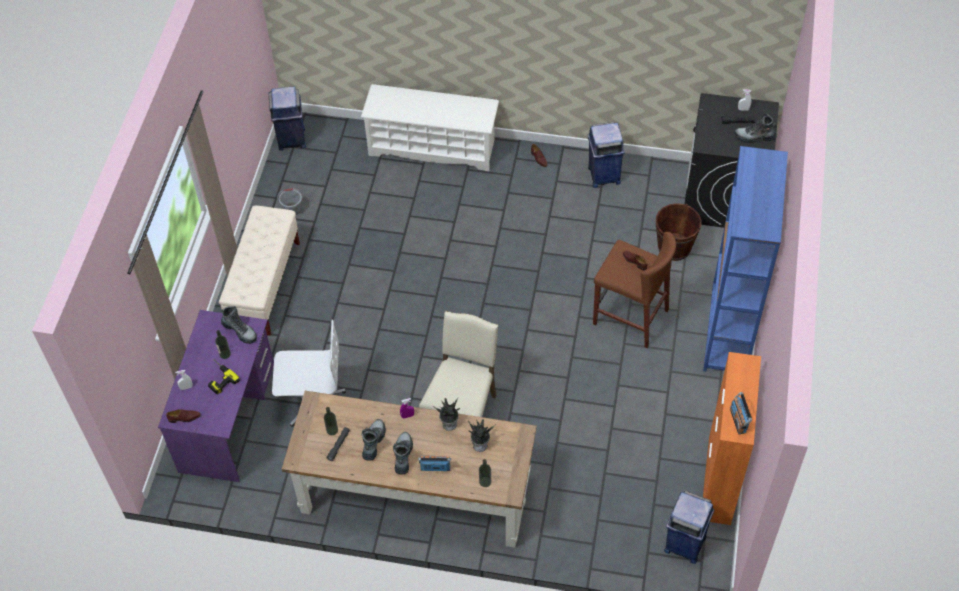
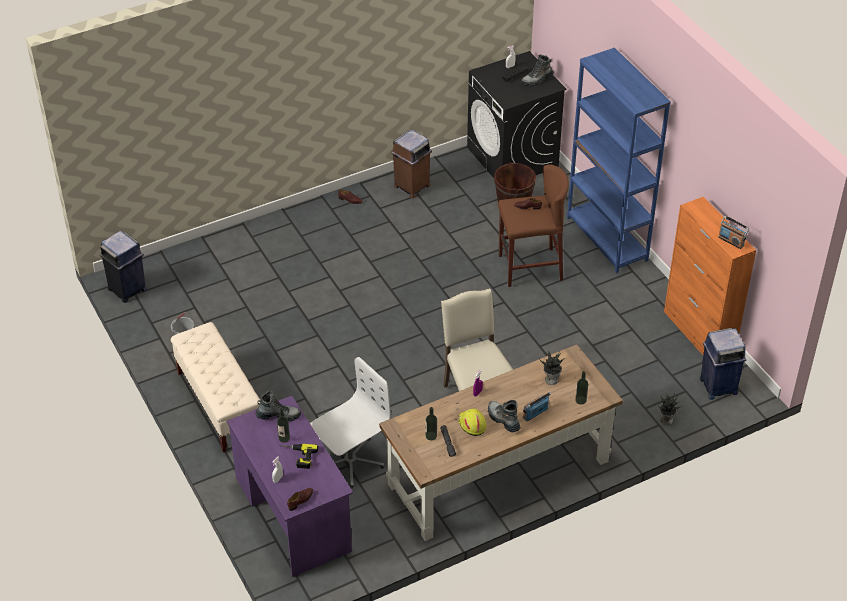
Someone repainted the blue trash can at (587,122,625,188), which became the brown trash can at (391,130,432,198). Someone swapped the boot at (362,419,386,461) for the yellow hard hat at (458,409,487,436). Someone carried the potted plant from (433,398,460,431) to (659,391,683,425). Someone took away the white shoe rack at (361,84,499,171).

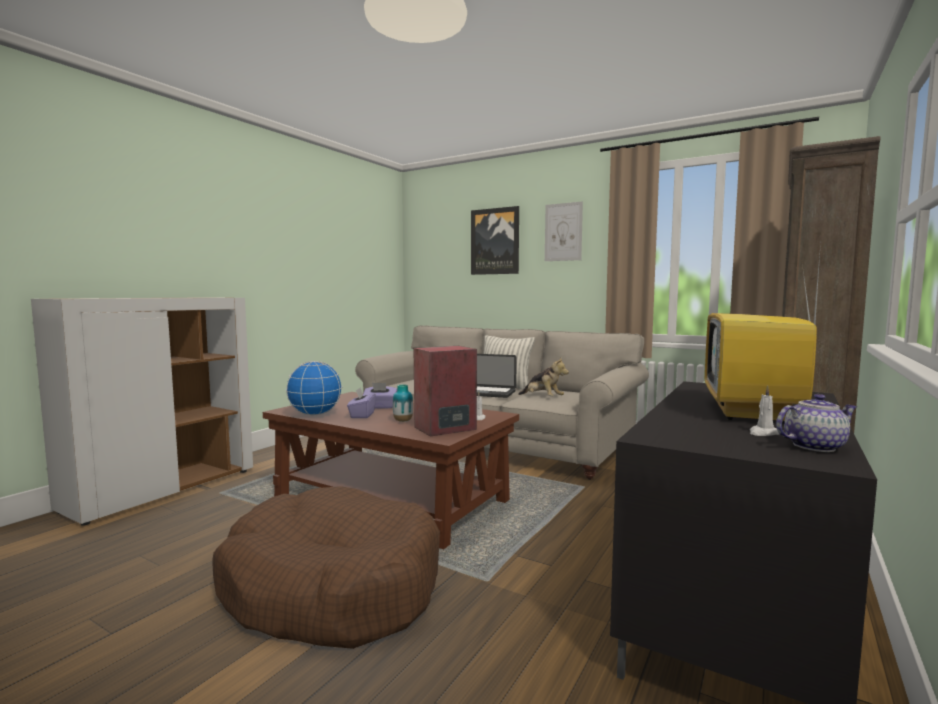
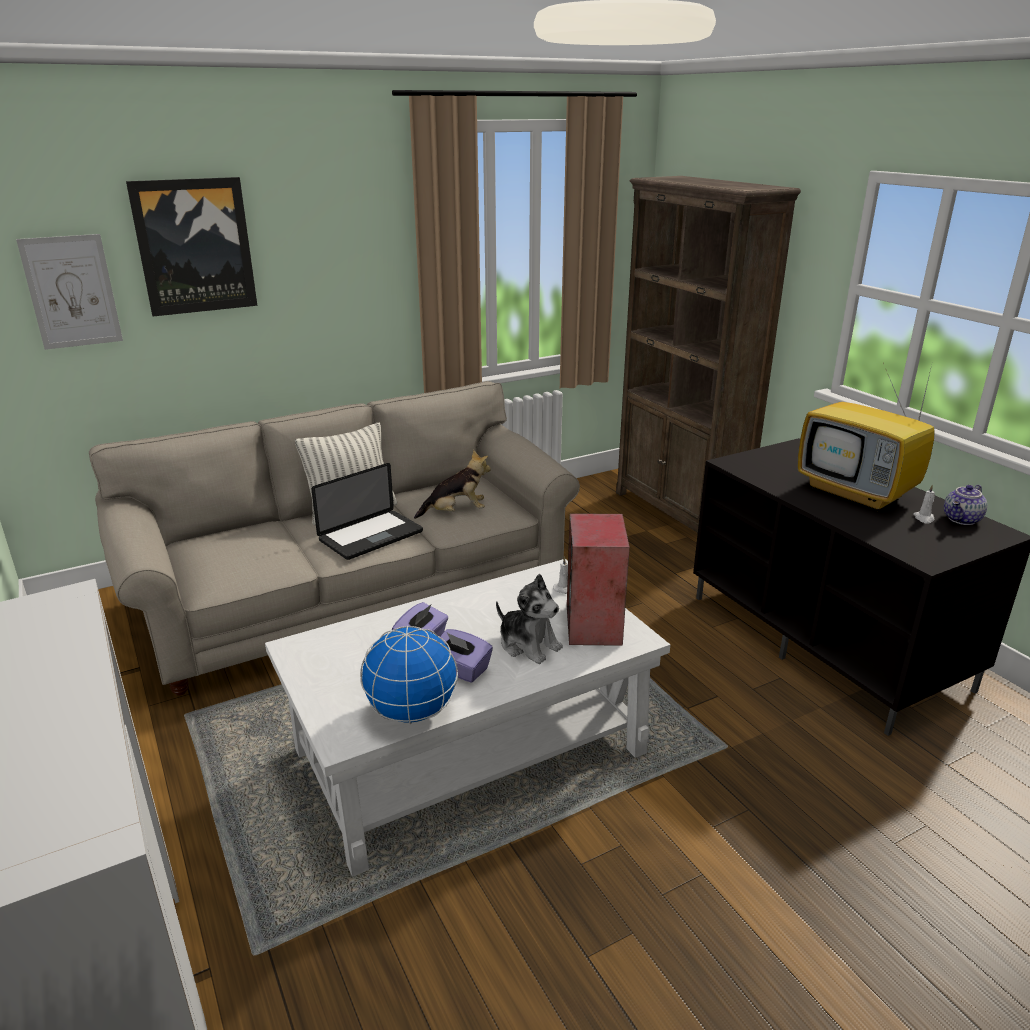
Someone carried the picture from (545,202,583,261) to (16,234,123,350). Someone repainted the brown coffee table at (263,392,519,549), which became the white coffee table at (265,559,670,877). Someone swapped the vase at (393,385,413,422) for the plush toy at (496,574,563,664). Someone rotated the teapot at (776,394,857,452) by 150 degrees counterclockwise. Someone took away the brown dog bed at (212,486,440,649).

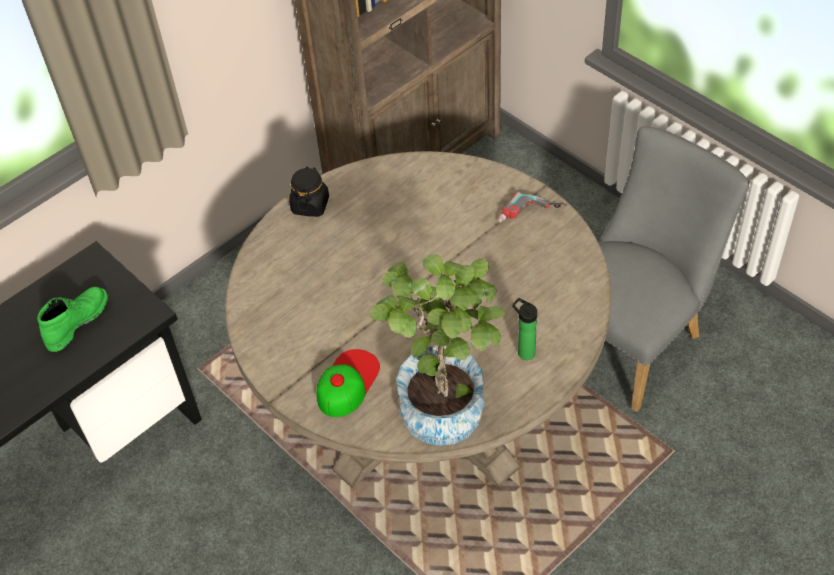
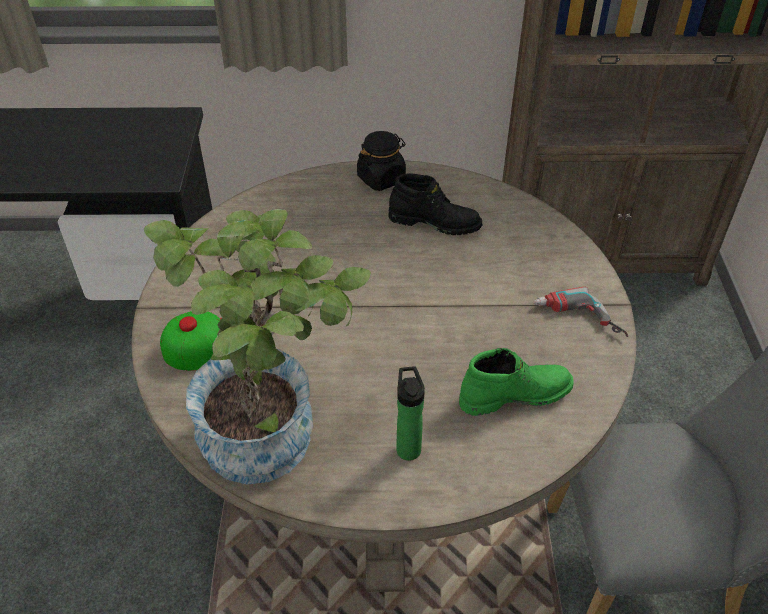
Someone put down the black boot at (388,174,482,235). Someone carried the green boot from (37,287,108,352) to (459,348,573,416).

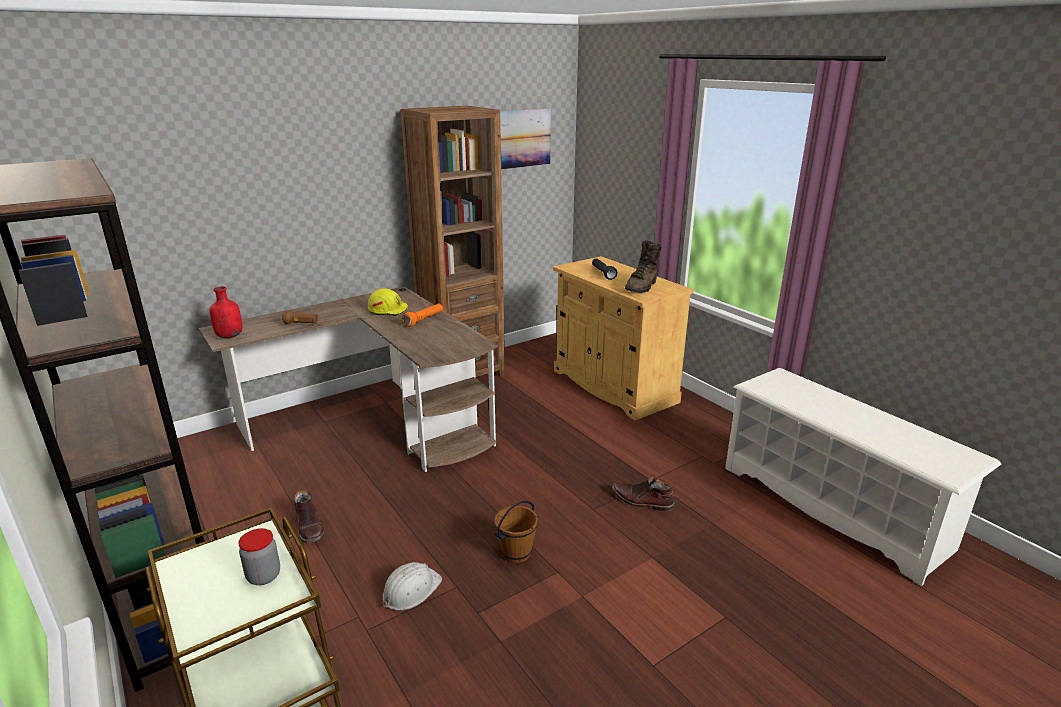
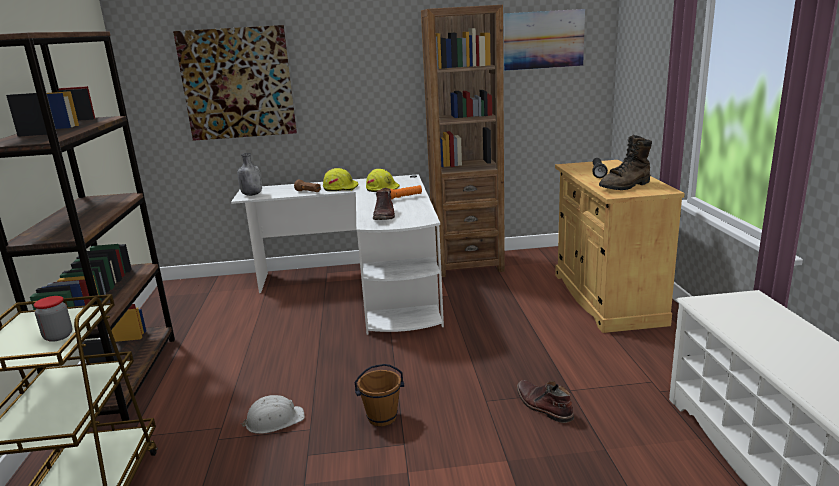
Someone put up the picture at (173,25,297,141). Someone repainted the brown desk at (199,286,498,472), which became the white desk at (231,174,444,335). Someone repainted the red bottle at (210,286,242,338), which became the grey bottle at (237,153,262,196). Someone put down the yellow hard hat at (323,168,358,191). Someone carried the brown boot from (294,489,325,543) to (373,188,395,220).

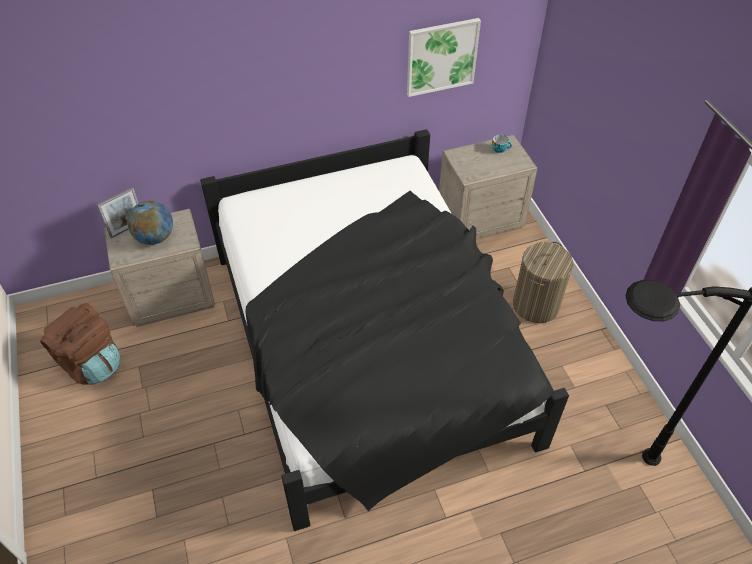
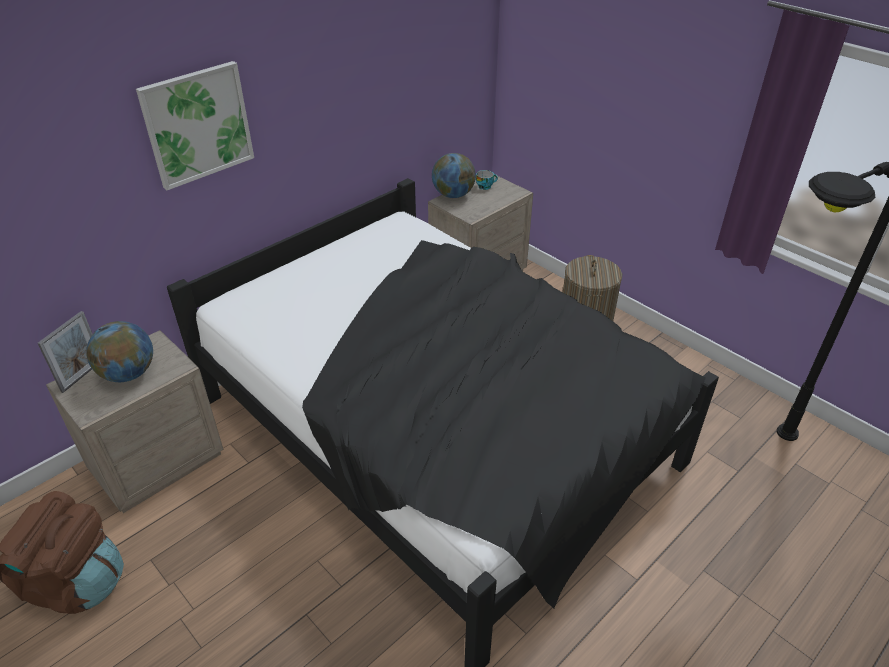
Someone carried the picture from (407,18,481,97) to (136,61,254,190). Someone put down the globe at (432,153,476,198).

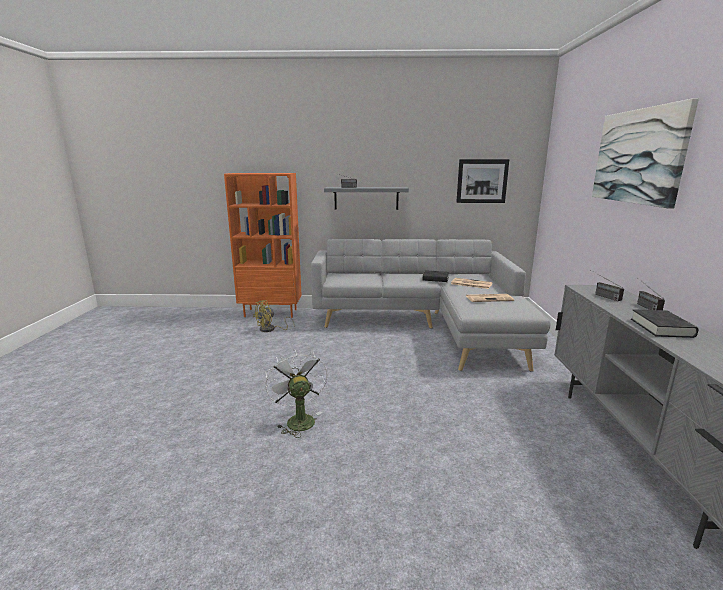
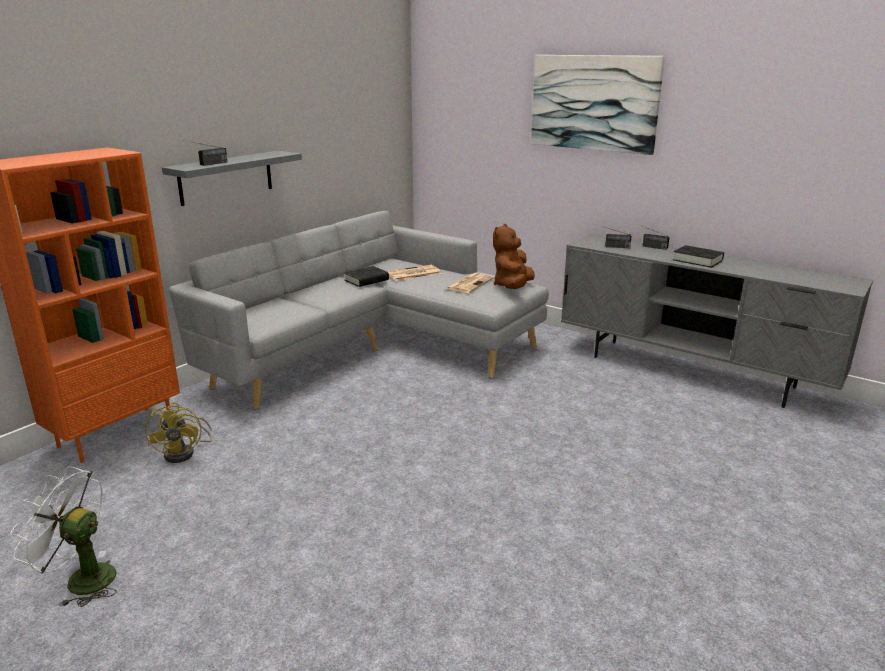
Someone carried the white fan from (265,350,328,438) to (11,466,117,607). Someone put down the brown plush toy at (493,224,535,289). Someone took away the picture at (456,159,509,203).

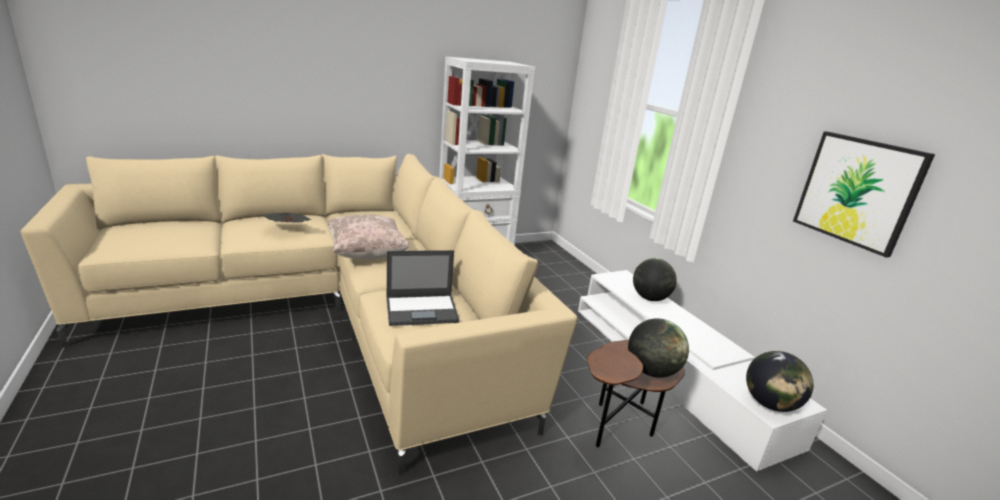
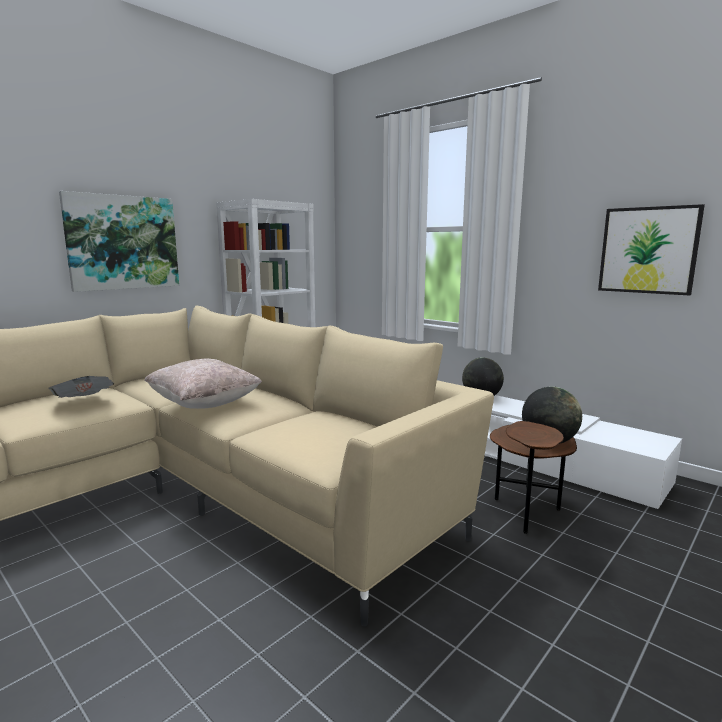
Someone put up the picture at (59,191,179,292). Someone took away the laptop at (387,250,460,326). Someone took away the globe at (746,351,814,412).

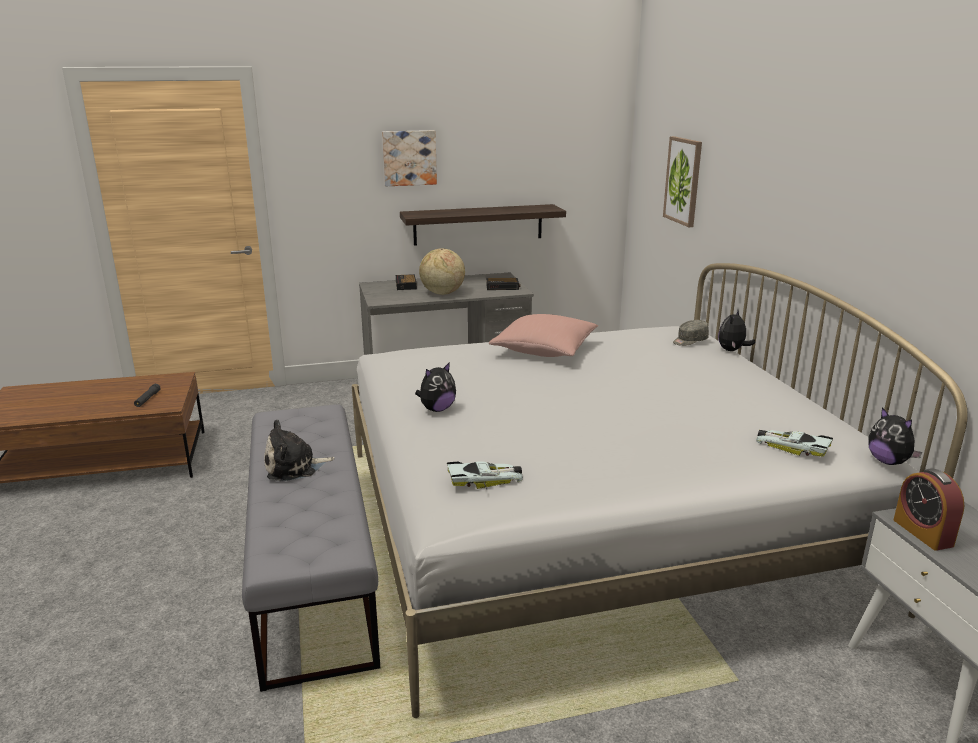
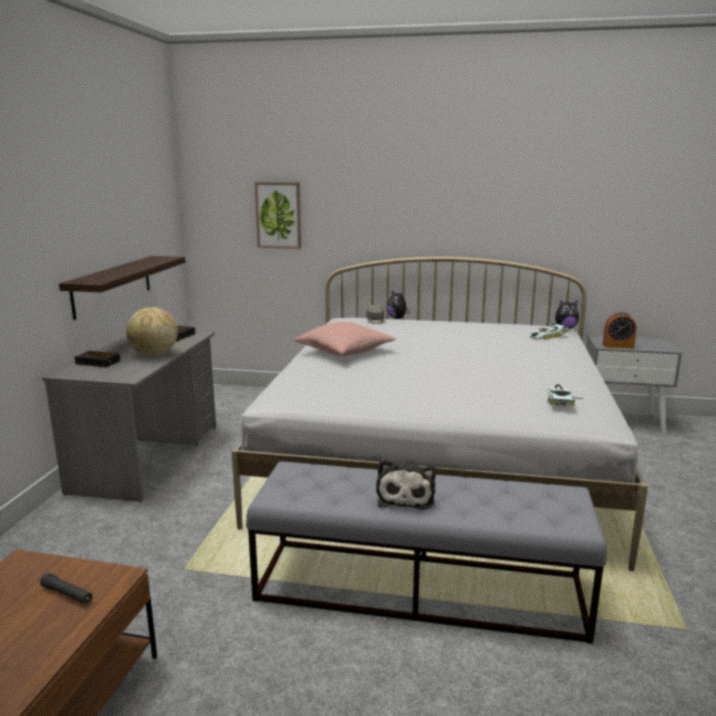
Someone took away the picture at (382,130,437,186). Someone took away the plush toy at (415,362,456,412).

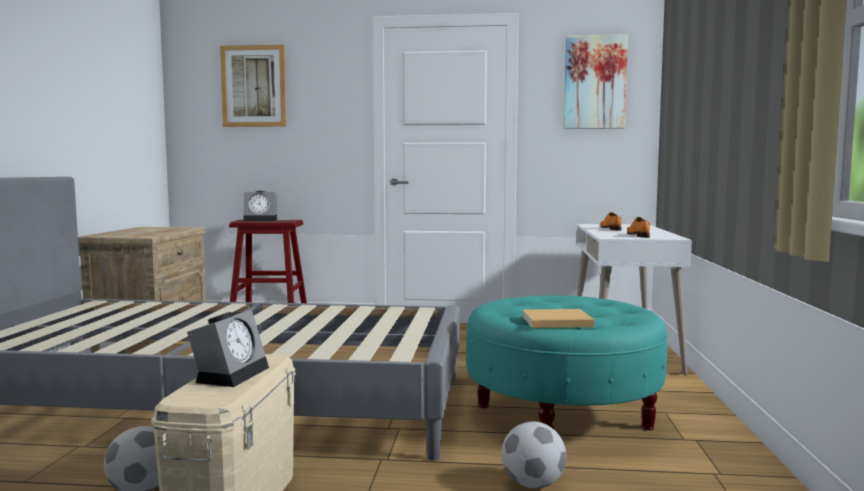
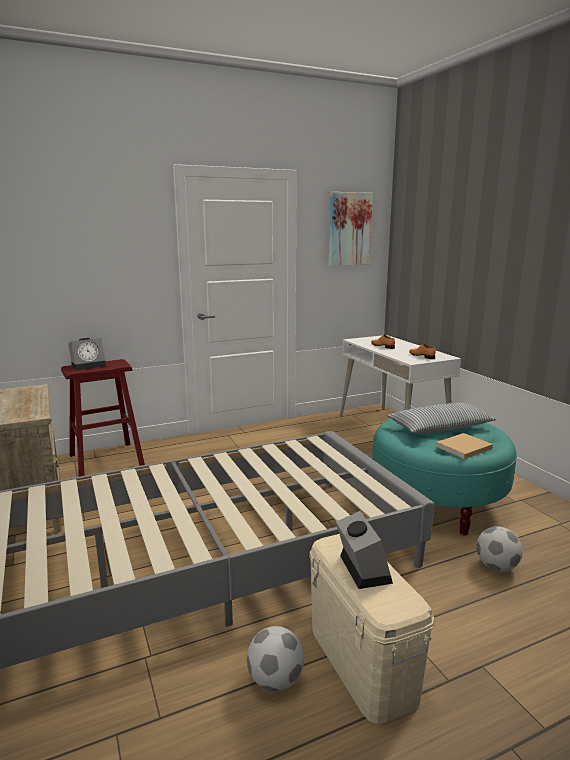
Someone put down the pillow at (386,403,497,433). Someone took away the picture at (220,45,287,127).

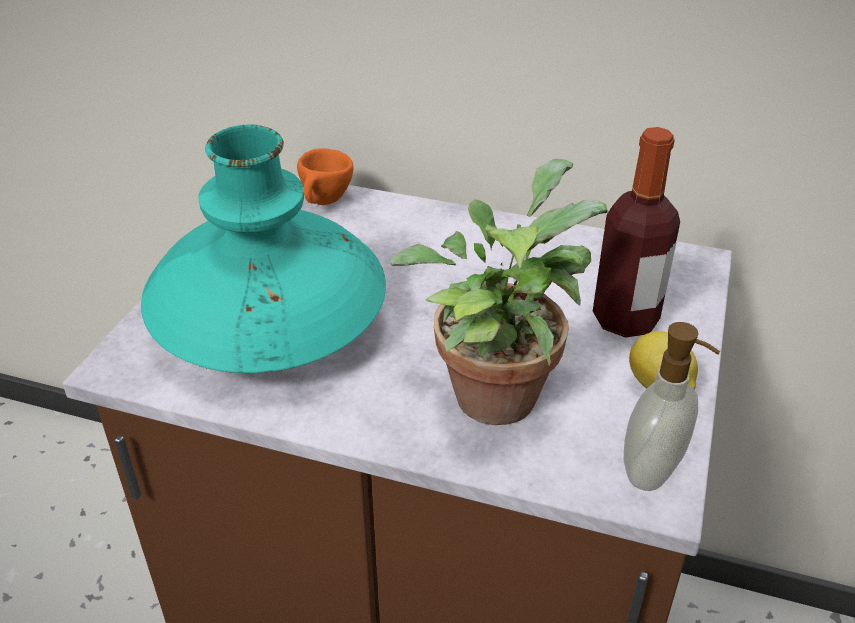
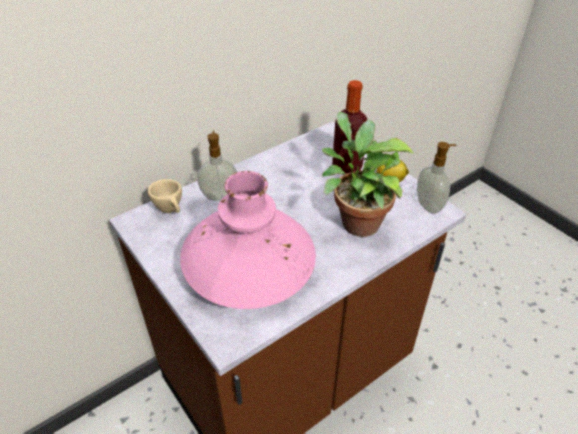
Someone repainted the orange cup at (297,148,353,205), which became the beige cup at (148,179,182,213). Someone repainted the turquoise vase at (141,125,386,373), which became the pink vase at (180,171,316,309). Someone put down the soap dispenser at (197,131,237,201).

